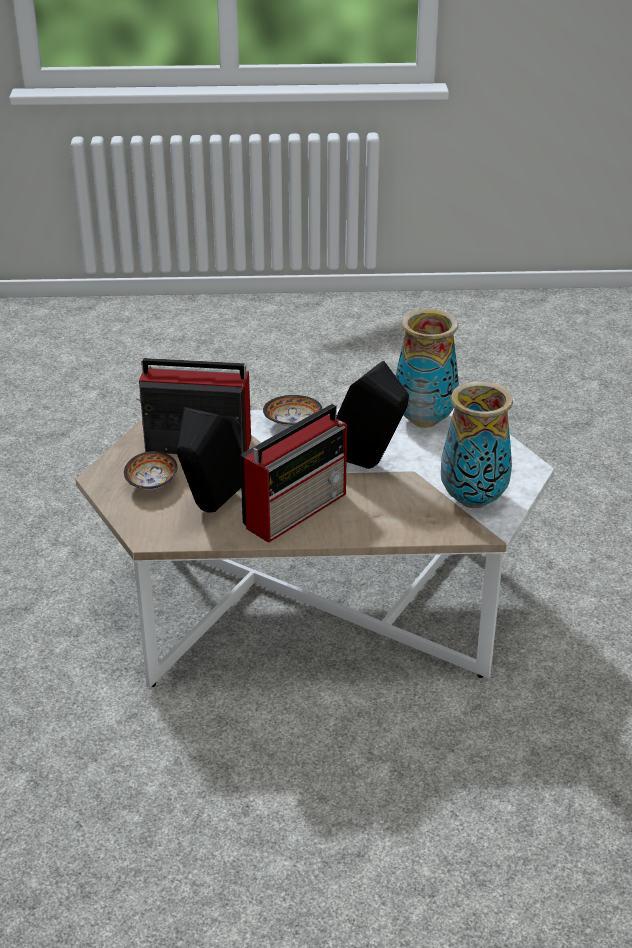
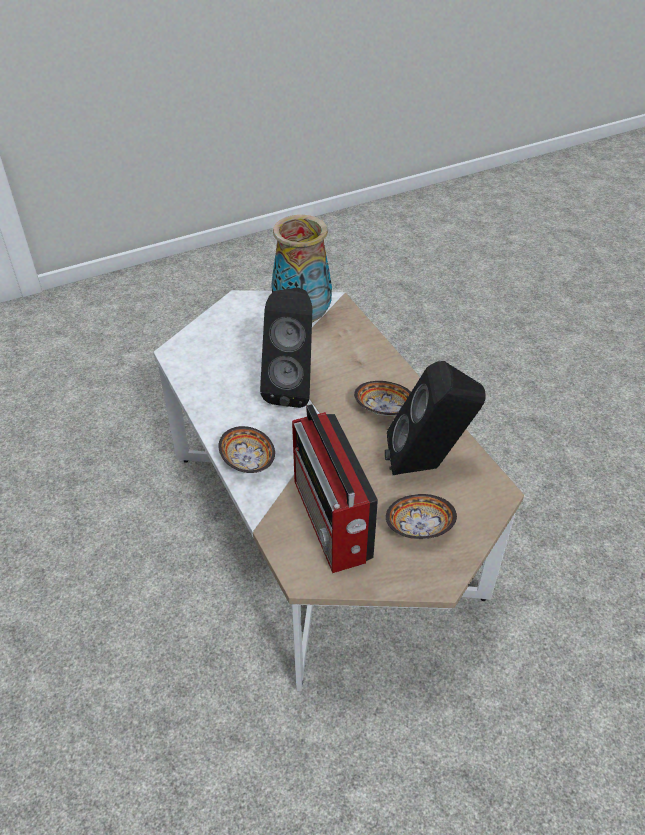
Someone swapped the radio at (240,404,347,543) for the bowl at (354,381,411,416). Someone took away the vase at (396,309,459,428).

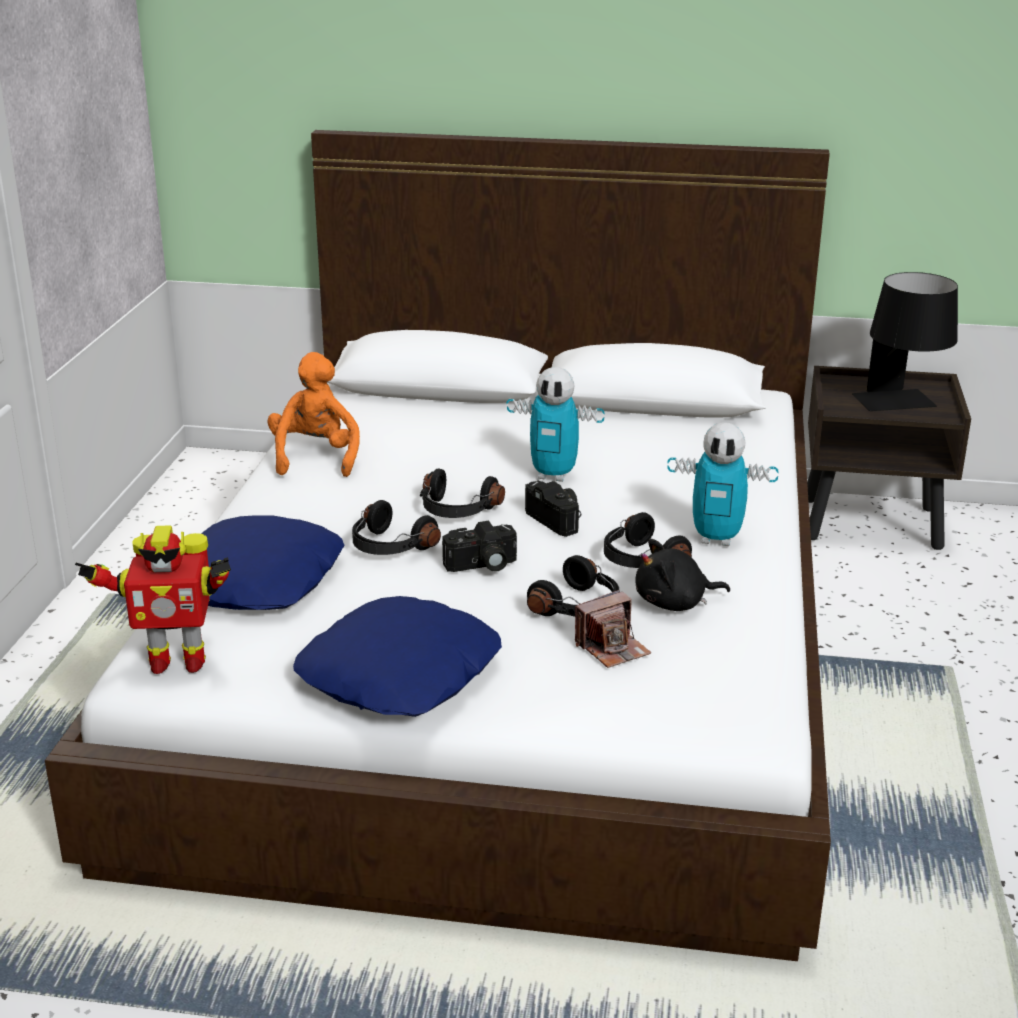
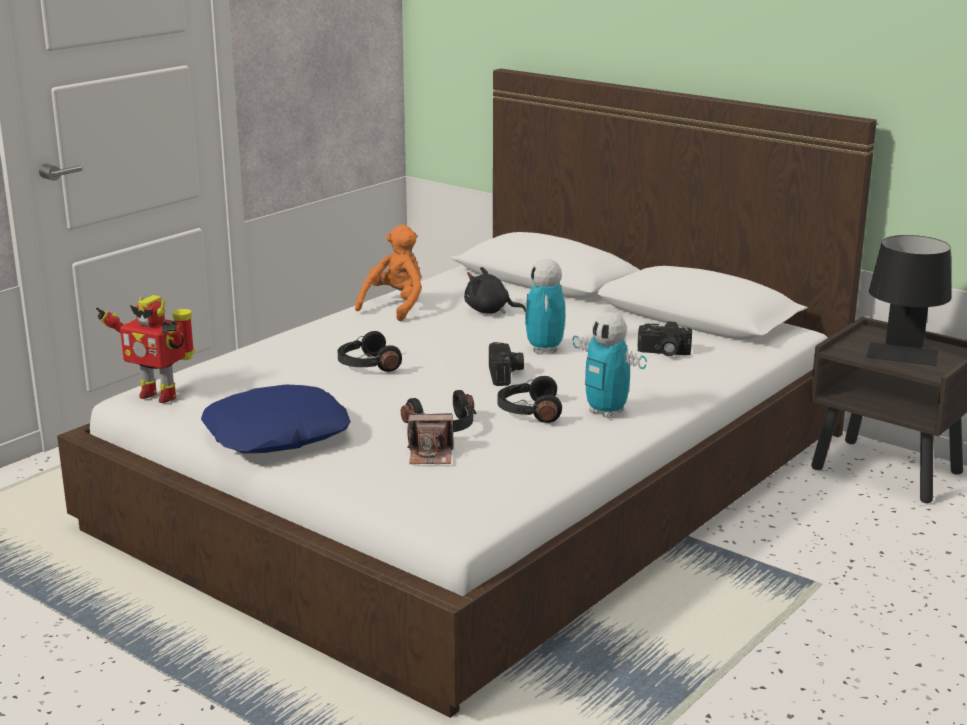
Someone carried the black plush toy from (635,539,730,611) to (464,267,526,314). Someone rotated the toy robot at (507,367,605,482) by 45 degrees clockwise. Someone carried the photo camera from (442,521,517,572) to (637,321,692,356). Someone took away the blue pillow at (201,515,344,610). Someone took away the black headphones at (420,468,505,518).

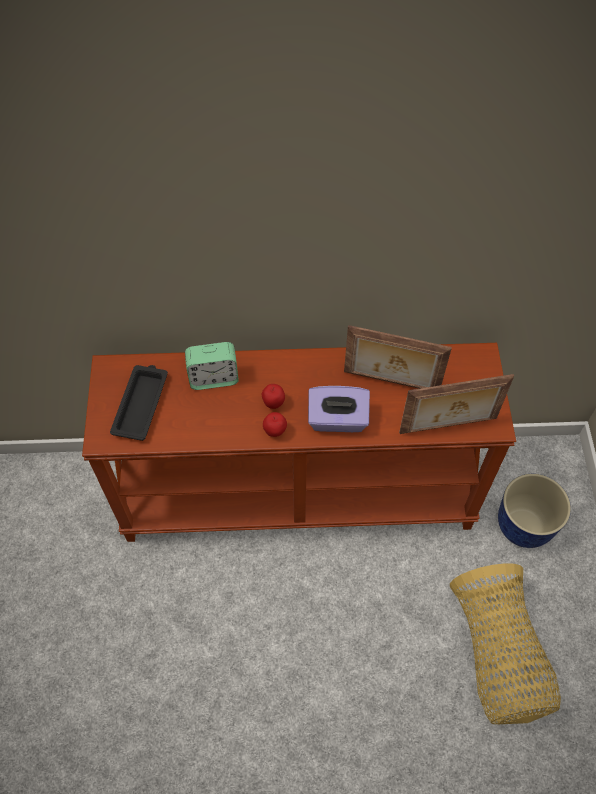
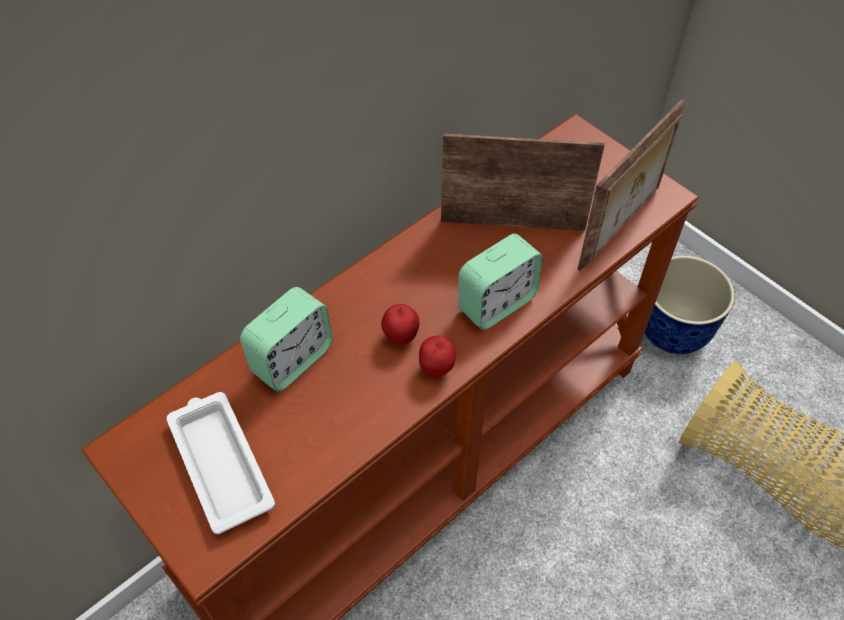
Someone repainted the black tray at (110,365,168,441), which became the white tray at (166,392,275,534). Someone rotated the picture frame at (344,325,452,389) by 150 degrees counterclockwise. Someone swapped the purple tissue box at (308,386,370,432) for the alarm clock at (458,234,543,330).

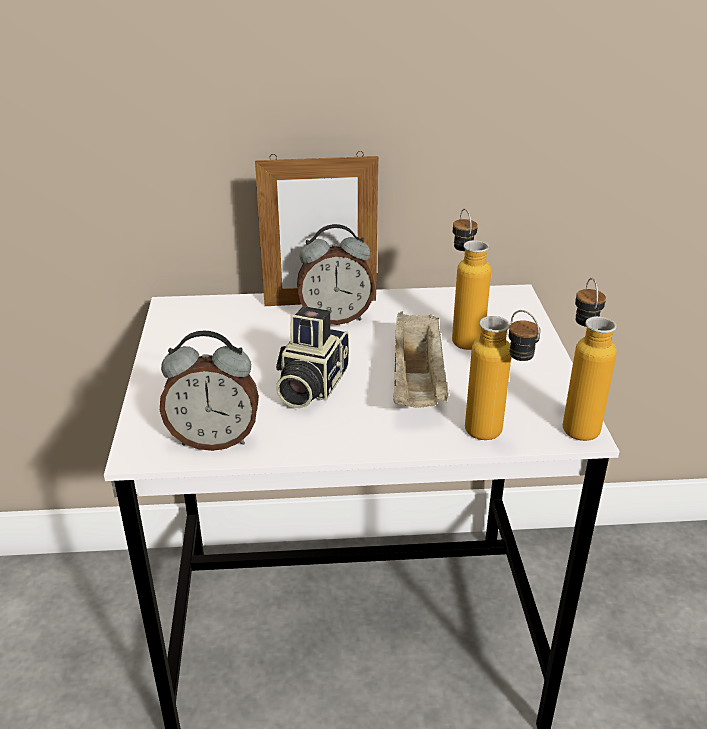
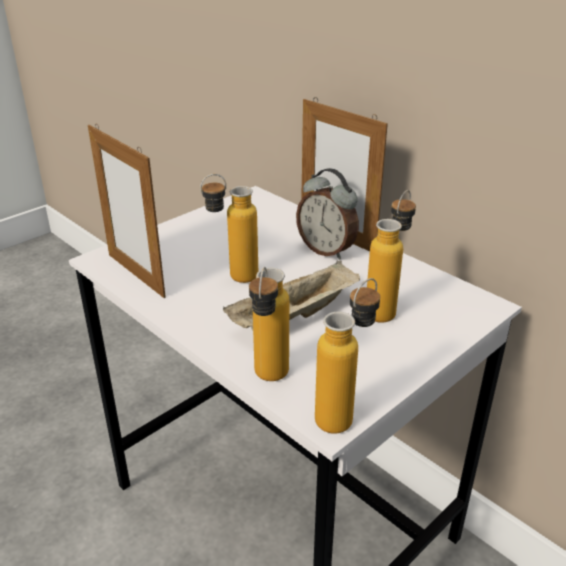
Someone swapped the alarm clock at (160,330,259,451) for the picture frame at (88,124,166,298). Someone swapped the photo camera at (276,306,349,408) for the bottle at (200,174,258,283).

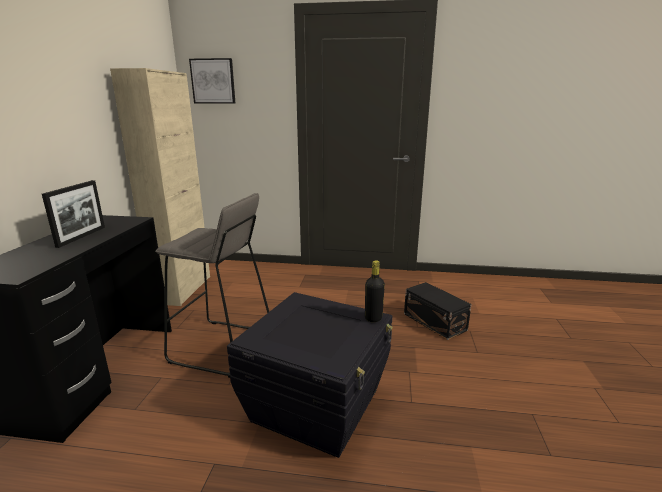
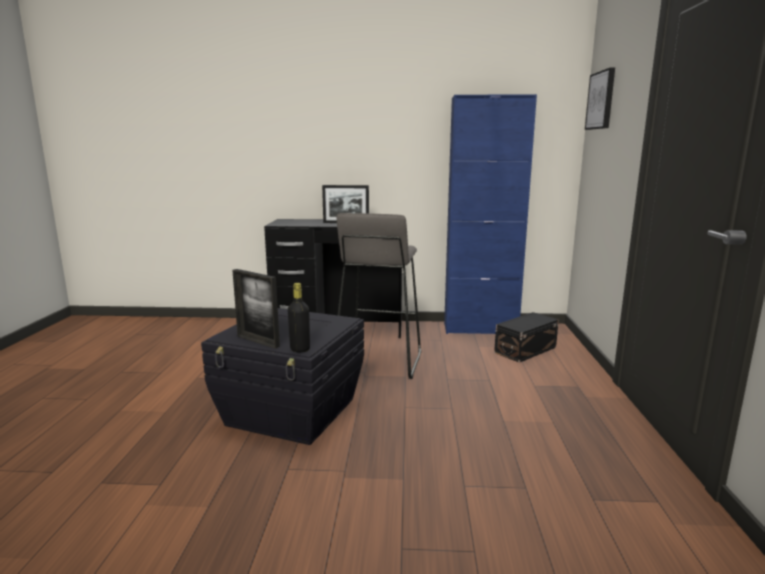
Someone put down the picture frame at (232,269,280,349). Someone repainted the beige cabinet at (110,68,210,306), which became the blue cabinet at (444,94,537,334). Someone carried the black storage box from (404,282,471,340) to (494,312,559,363).

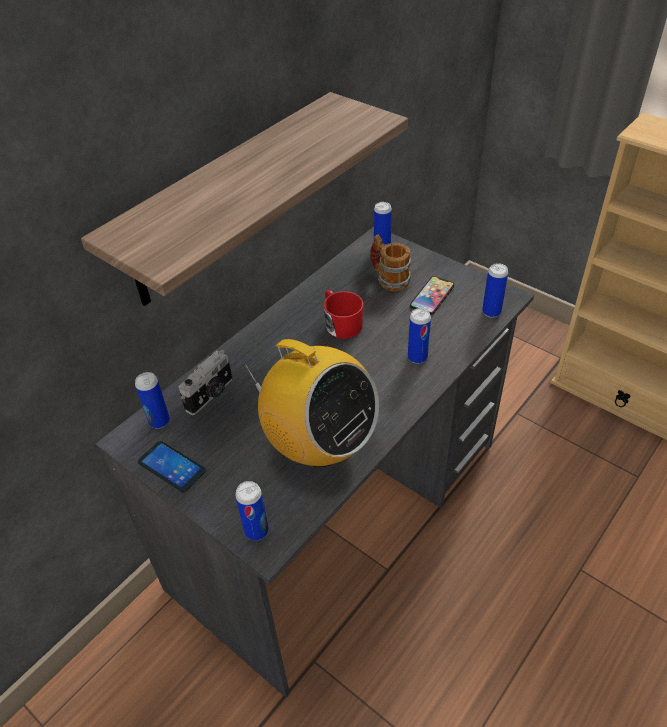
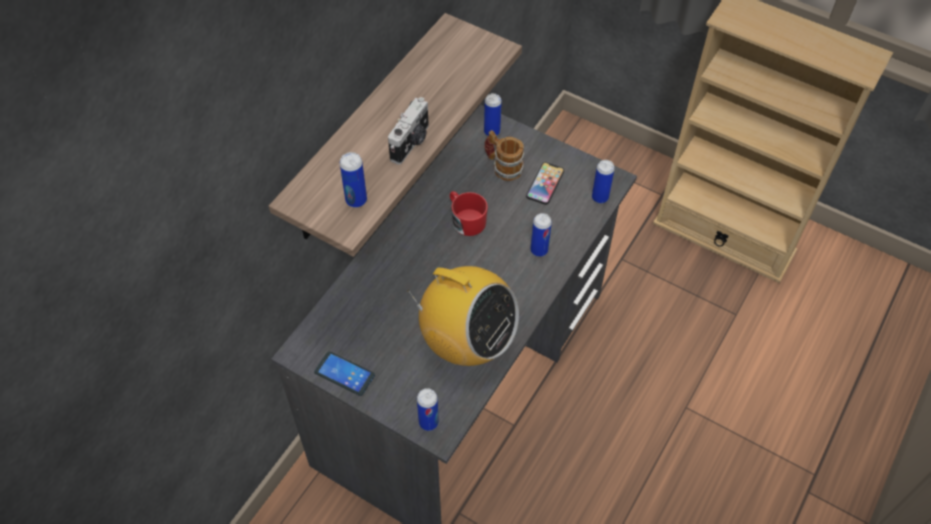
Someone carried the can from (135,372,170,429) to (340,152,367,208). Someone carried the photo camera from (178,350,232,415) to (388,97,429,165).

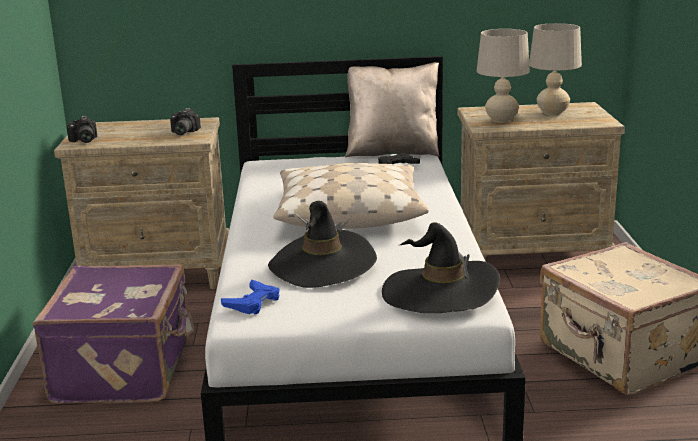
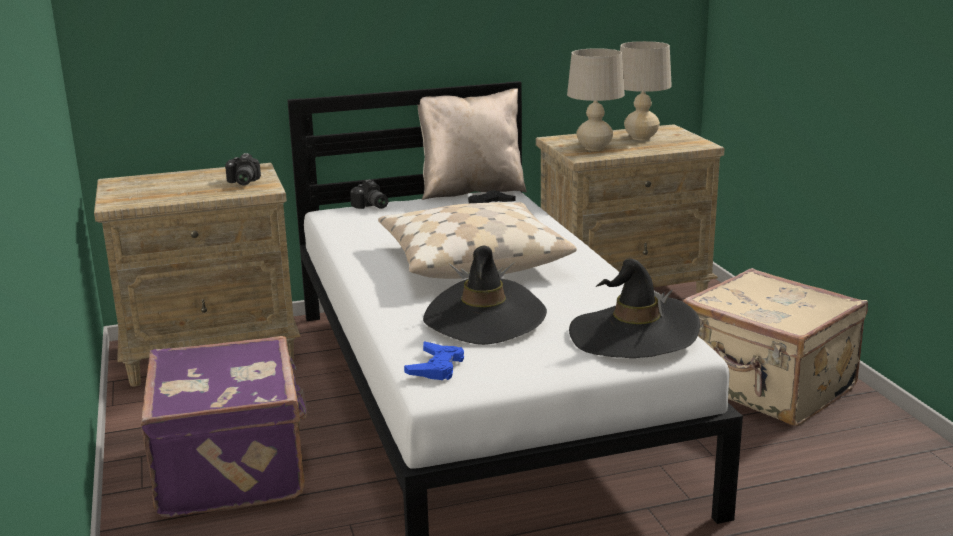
Someone carried the photo camera from (67,116,97,143) to (350,179,389,209).

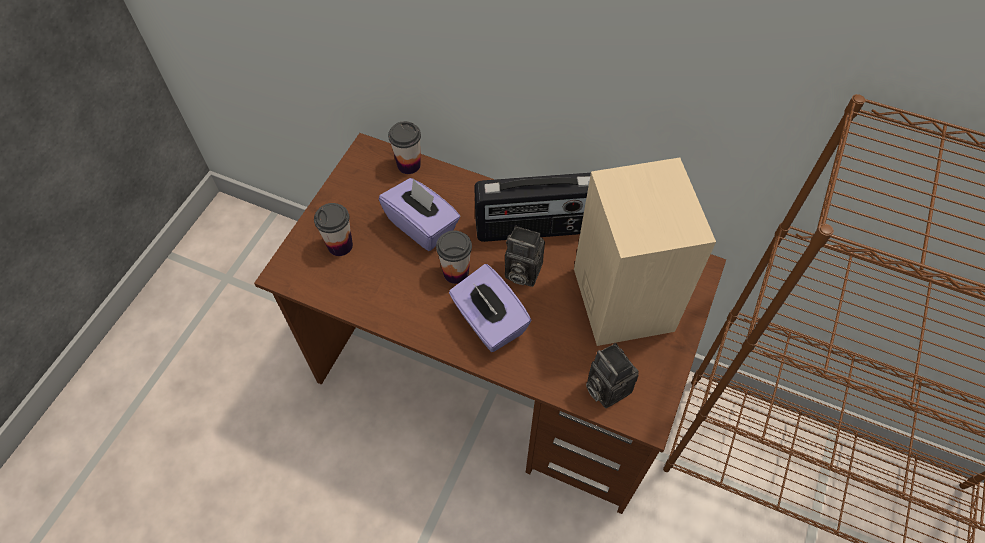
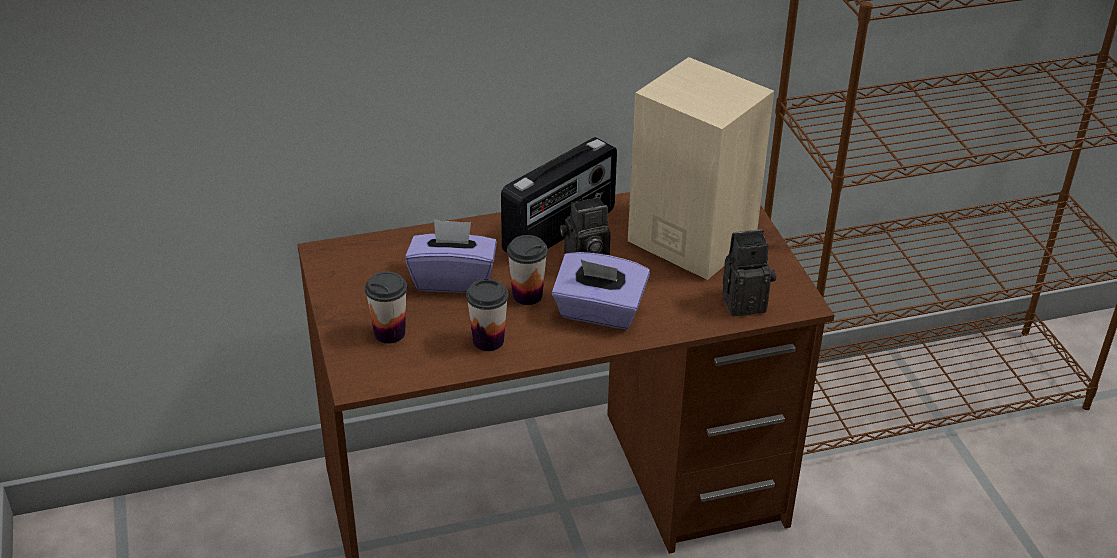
Someone carried the cup from (388,121,421,174) to (466,279,509,351). Someone rotated the photo camera at (586,343,639,408) by 150 degrees clockwise.

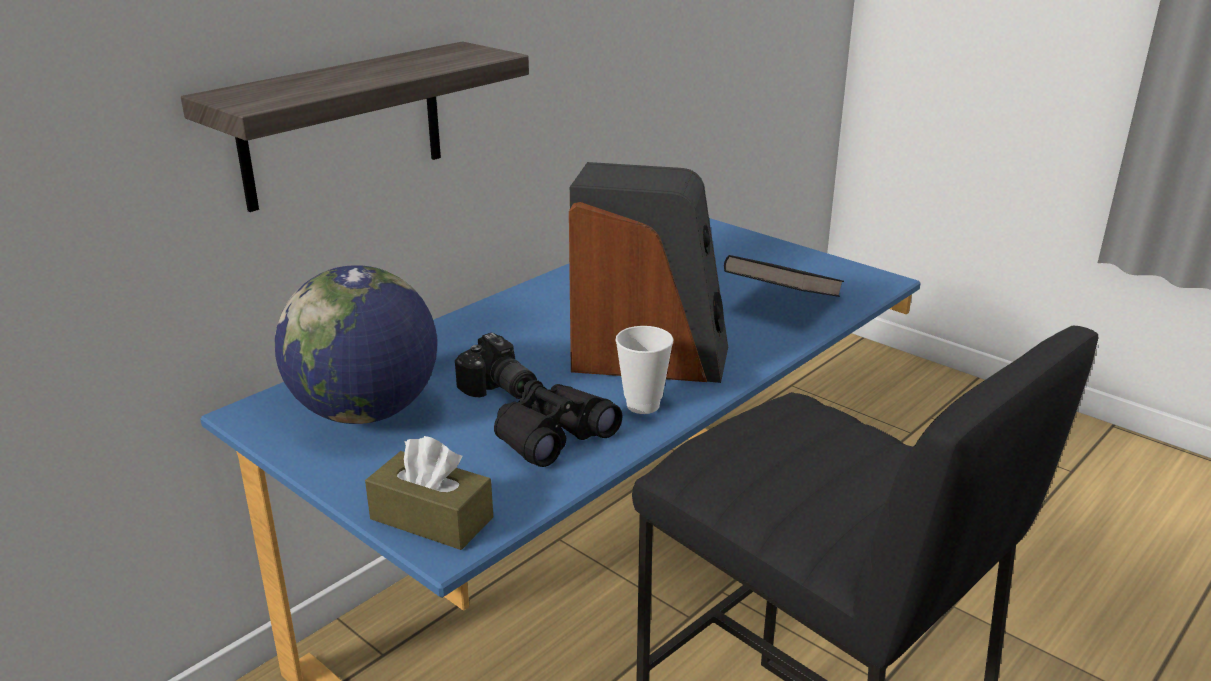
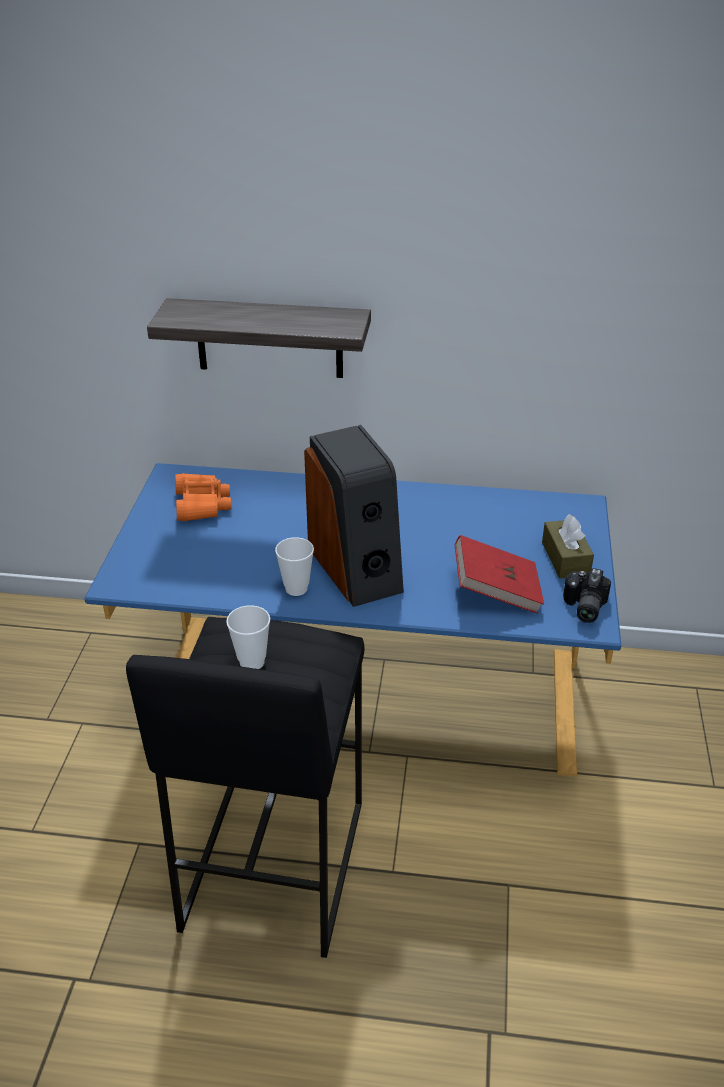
Someone swapped the globe at (275,265,437,424) for the orange binoculars at (175,473,231,521). Someone put down the cup at (226,605,270,669). Someone repainted the black book at (724,255,844,297), which became the red book at (455,535,544,614). Someone carried the brown tissue box from (365,436,493,550) to (542,514,594,578). Someone carried the photo camera from (455,333,537,399) to (563,568,611,623). Someone took away the black binoculars at (494,380,623,467).

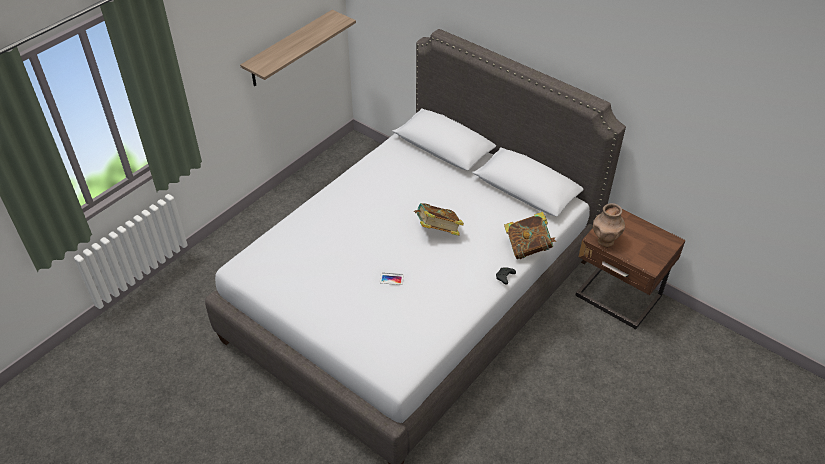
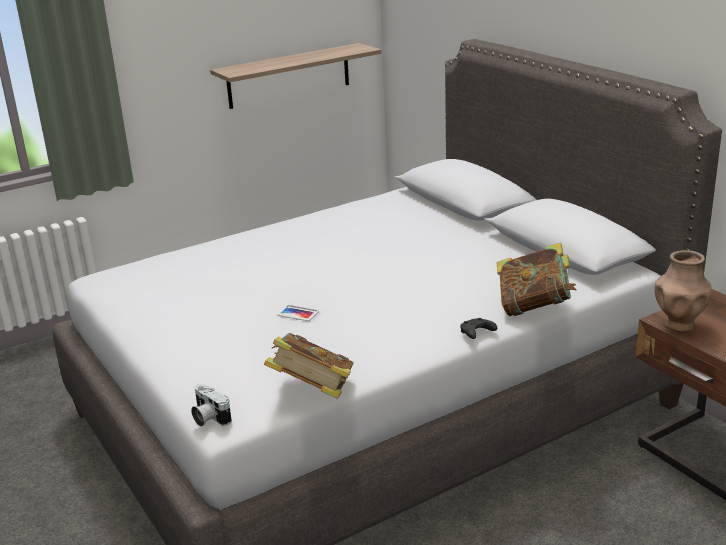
Someone put down the photo camera at (191,384,232,427). Someone carried the book from (414,203,464,236) to (264,333,354,399).

